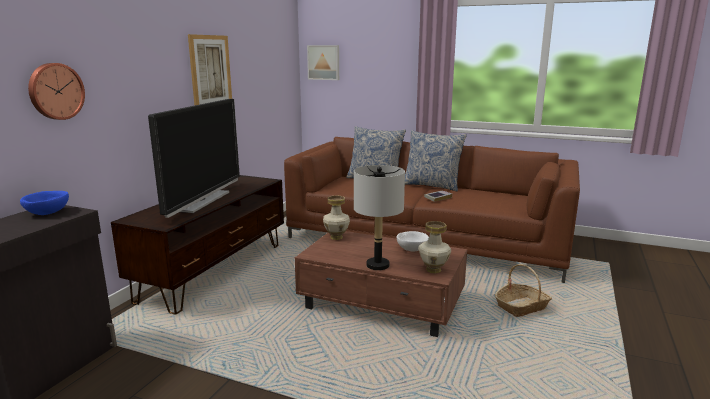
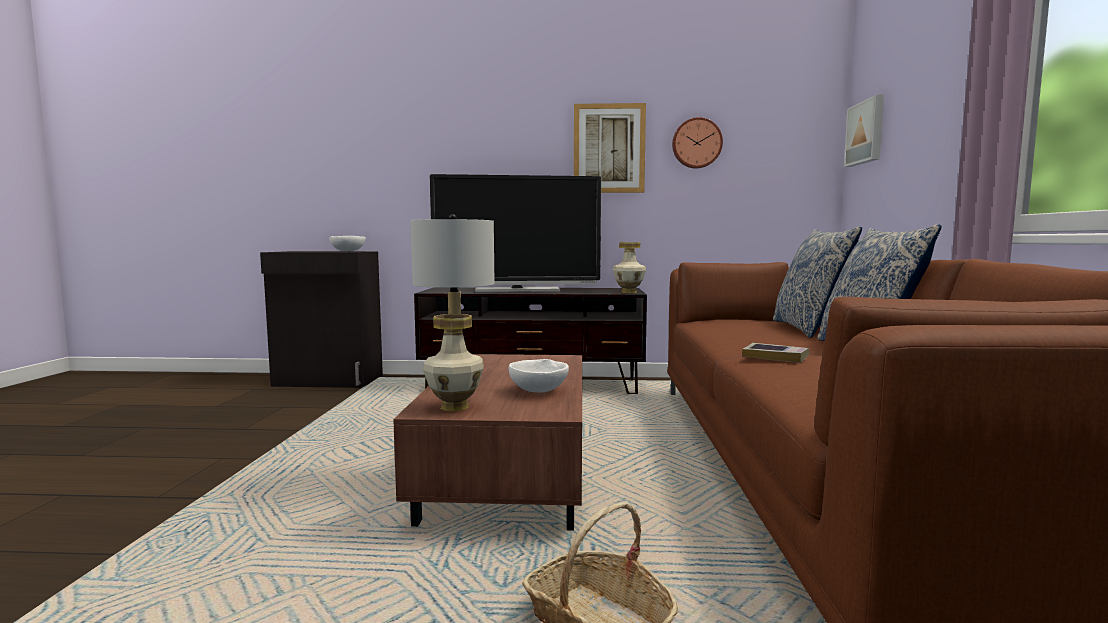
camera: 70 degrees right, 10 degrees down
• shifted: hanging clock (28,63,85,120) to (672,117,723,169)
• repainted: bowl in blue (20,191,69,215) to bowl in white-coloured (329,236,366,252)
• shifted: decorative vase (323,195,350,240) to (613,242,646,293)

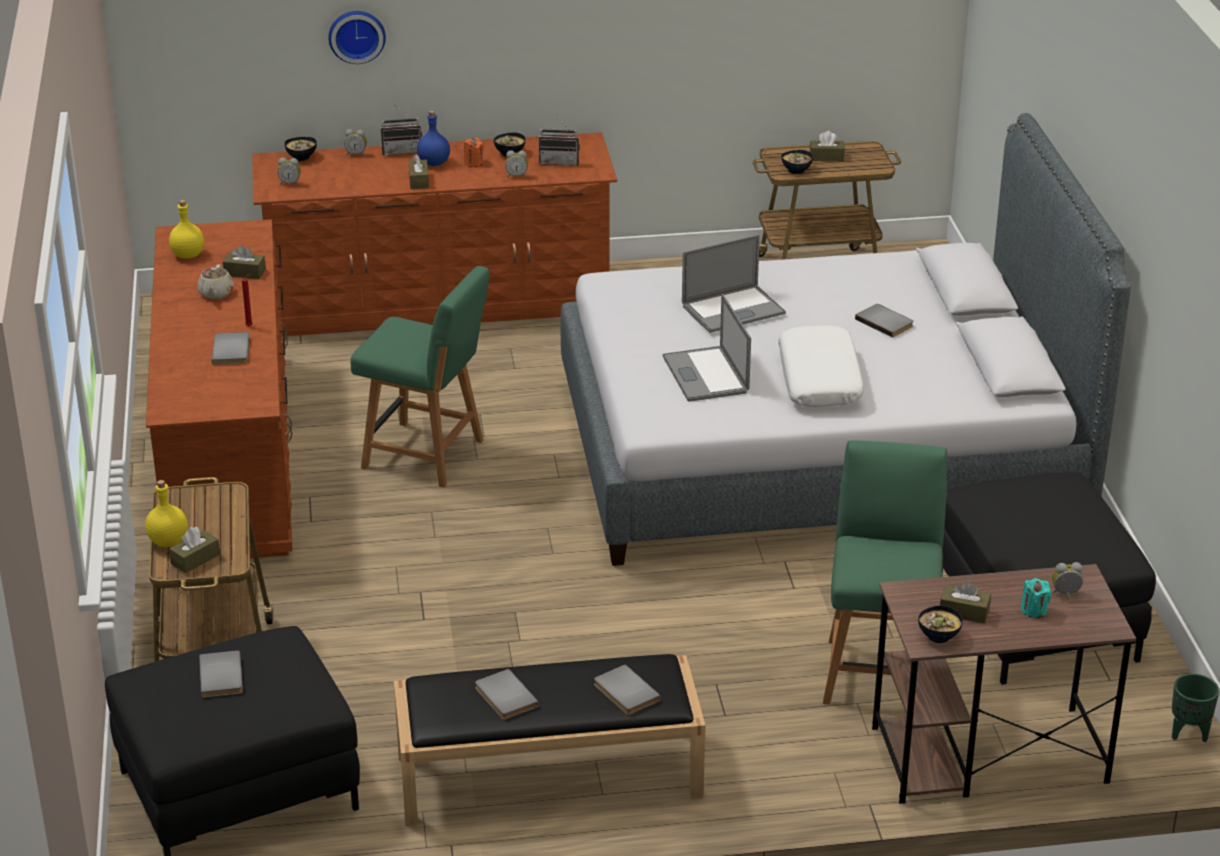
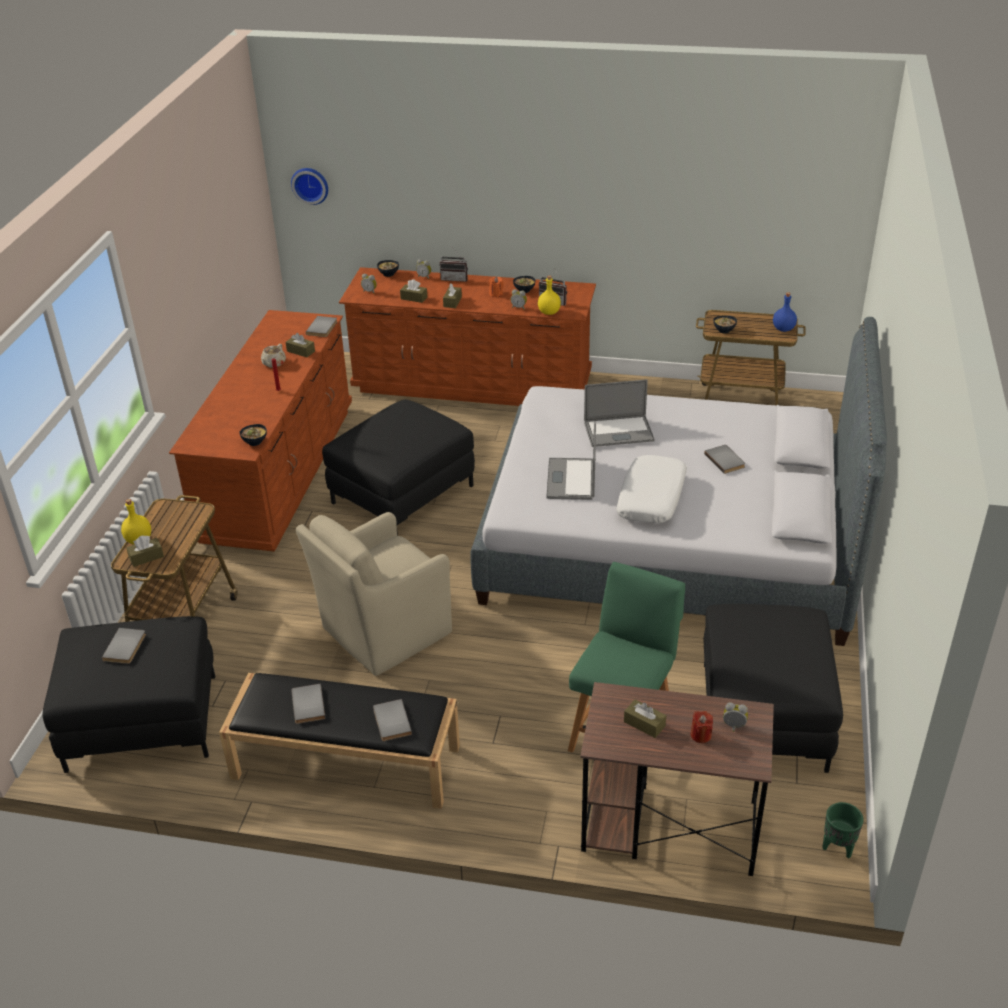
camera: 20 degrees right, 5 degrees up
• shifted: hanging clock (328,11,386,64) to (291,168,328,205)
• shifted: beverage bottle in blue (417,111,450,166) to (773,292,797,332)
• shifted: box of tissues in brown-coloured (810,131,845,162) to (400,279,427,303)
• shifted: beverage bottle in yellow-coloured (169,200,204,259) to (538,275,561,315)
• swapped: plain chair in greenish (350,266,489,488) to footrest in black (322,399,475,536)
• shifted: book in greyish (212,332,250,365) to (306,316,337,337)
• repainted: candle in turquoise (1021,578,1051,618) to candle in reddish (691,711,713,743)
• shifted: bowl (918,605,963,643) to (240,424,267,446)
• new: lounge chair in sand-coloured (296,512,452,676)

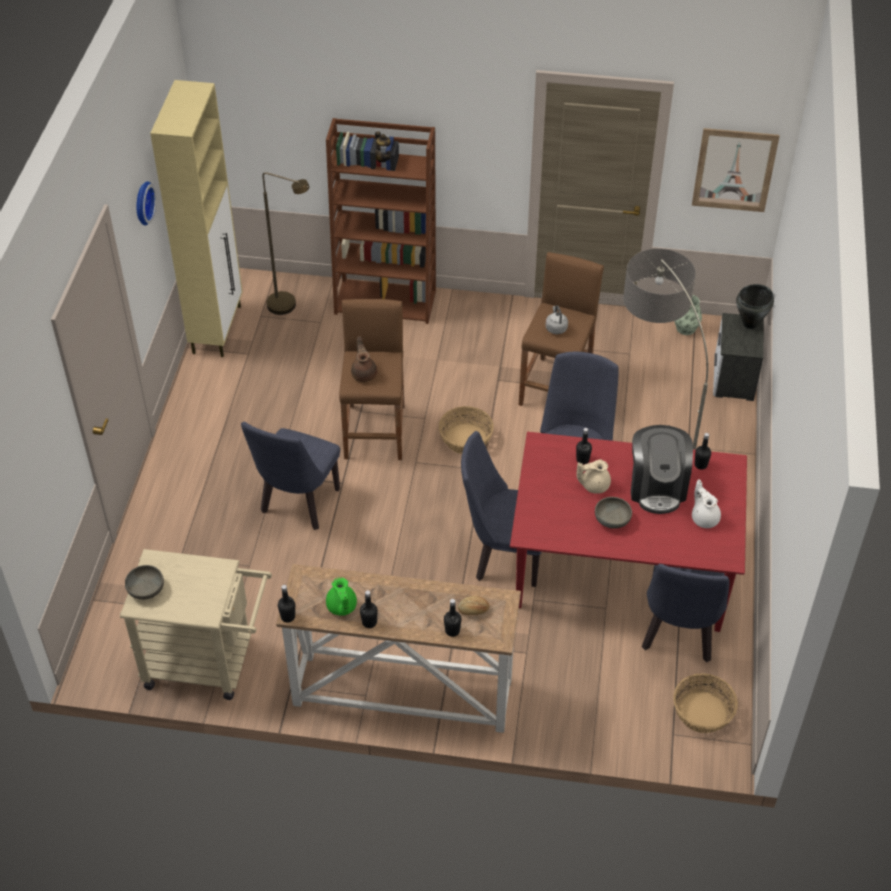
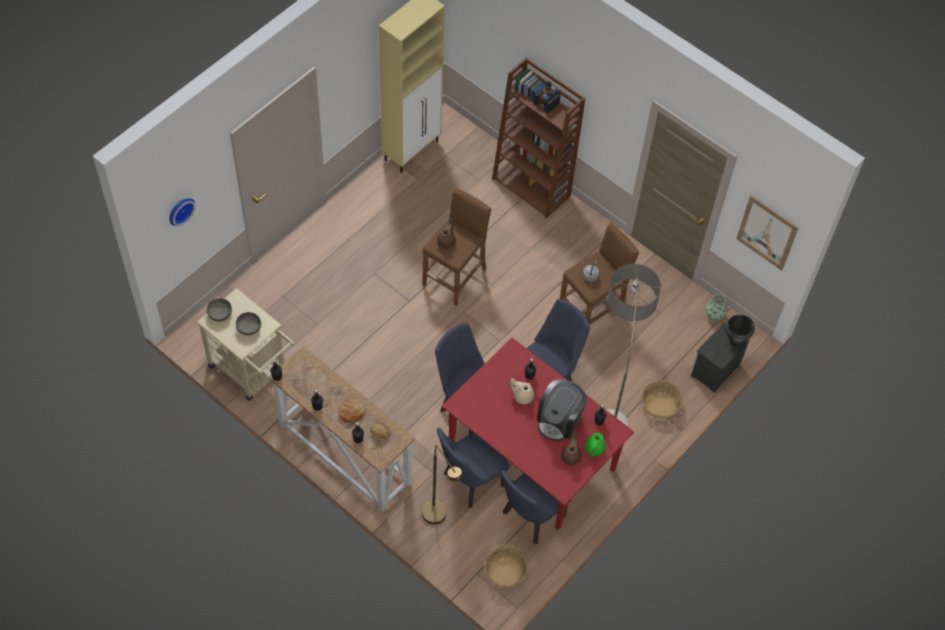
camera: 30 degrees right, 10 degrees up
• shifted: standard lamp in brown-coloured (263,172,309,315) to (422,445,462,524)
• shifted: hanging clock (137,181,156,226) to (170,198,196,226)
• shifted: storage basket (439,406,494,454) to (641,380,683,419)
• shifted: plain chair in blue (241,422,340,530) to (437,428,510,508)
• repainted: teapot in white-coloured (692,479,721,528) to teapot in brown-coloured (561,431,582,466)
• shifted: bowl in greyish (595,497,632,529) to (236,312,261,335)
• shifted: teapot in greenish (326,577,357,616) to (585,432,605,457)
• new: bread (338,399,365,423)

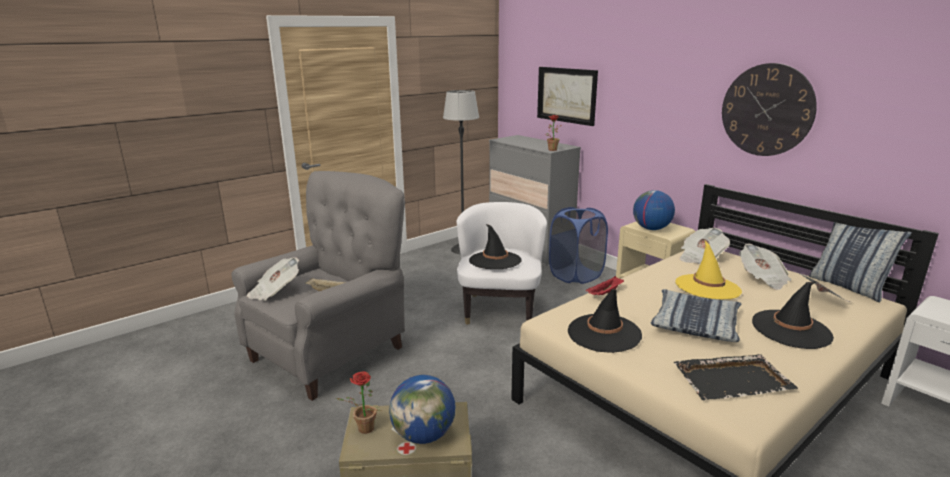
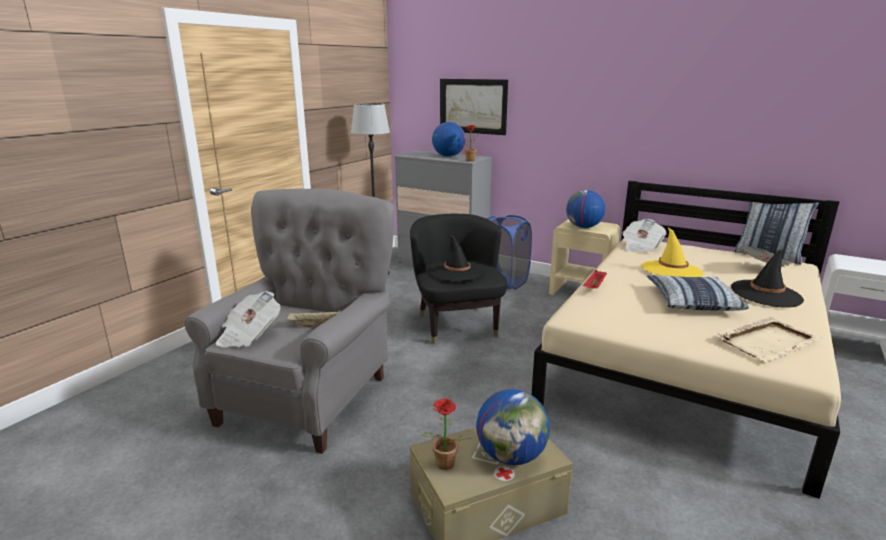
camera: 20 degrees left, 0 degrees up
• gone: hanging clock (722,63,817,156)
• repainted: lounge chair in white-coloured (457,202,547,325) to lounge chair in black (410,214,507,344)
• gone: daily paper (739,244,792,290)
• gone: hat in black (568,289,642,353)
• repainted: tray in black (674,354,798,400) to tray in sand-coloured (714,317,822,362)
• new: desk globe (432,122,466,157)

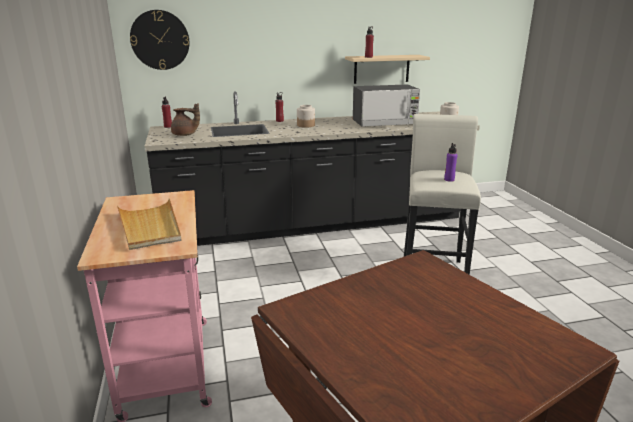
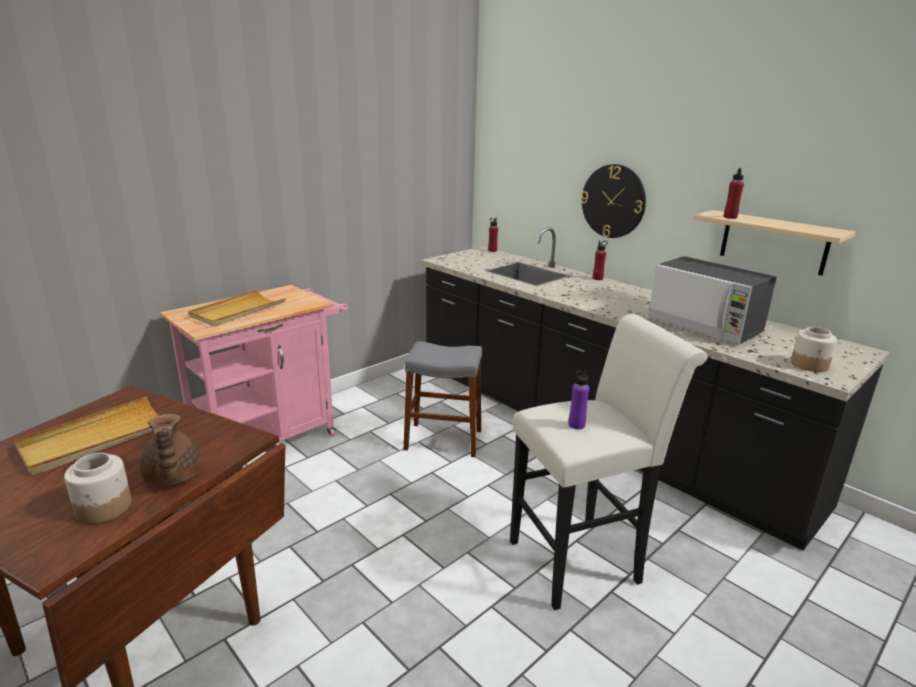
camera: 60 degrees right, 0 degrees up
• shifted: hanging clock (130,10,189,70) to (581,164,646,238)
• shifted: teapot in brown-coloured (171,103,200,136) to (140,414,202,486)
• shifted: storage jar (297,105,315,128) to (64,453,132,524)
• new: sitting stool in greyish (404,341,482,457)
• new: tray in sand-coloured (14,396,159,475)

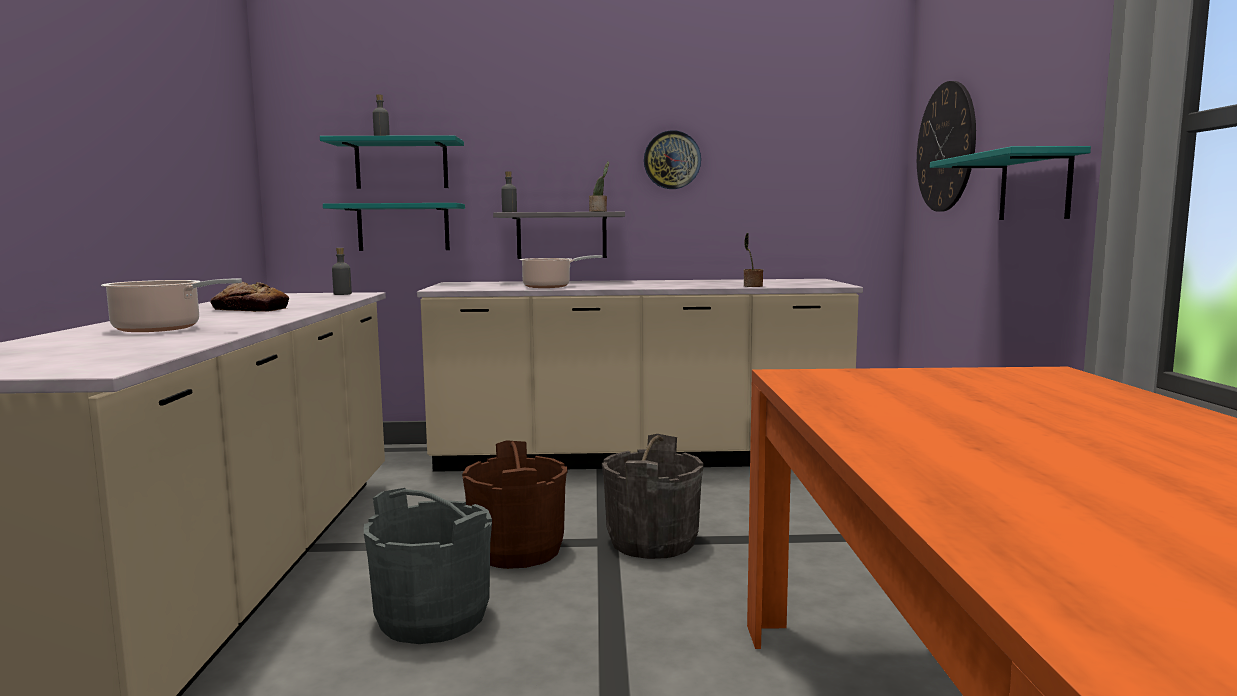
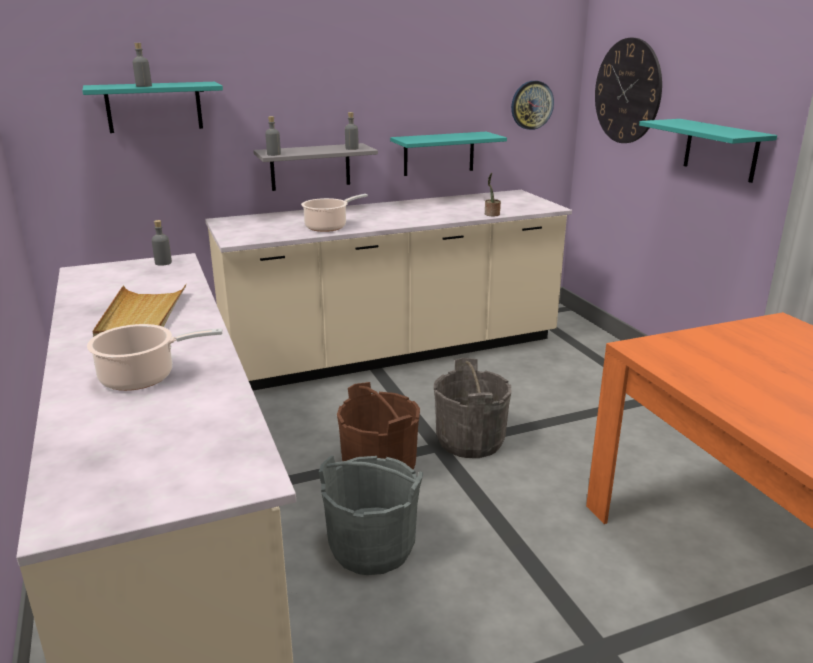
camera: 20 degrees left, 15 degrees up
• shifted: hanging clock (644,130,701,189) to (511,81,554,130)
• swapped: houseplant (589,161,609,212) to beverage bottle in greyish (345,112,359,150)
• shifted: shelf in turquoise (323,203,465,251) to (390,132,507,176)
• swapped: bread (210,282,289,312) to tray in sand-coloured (93,284,186,337)

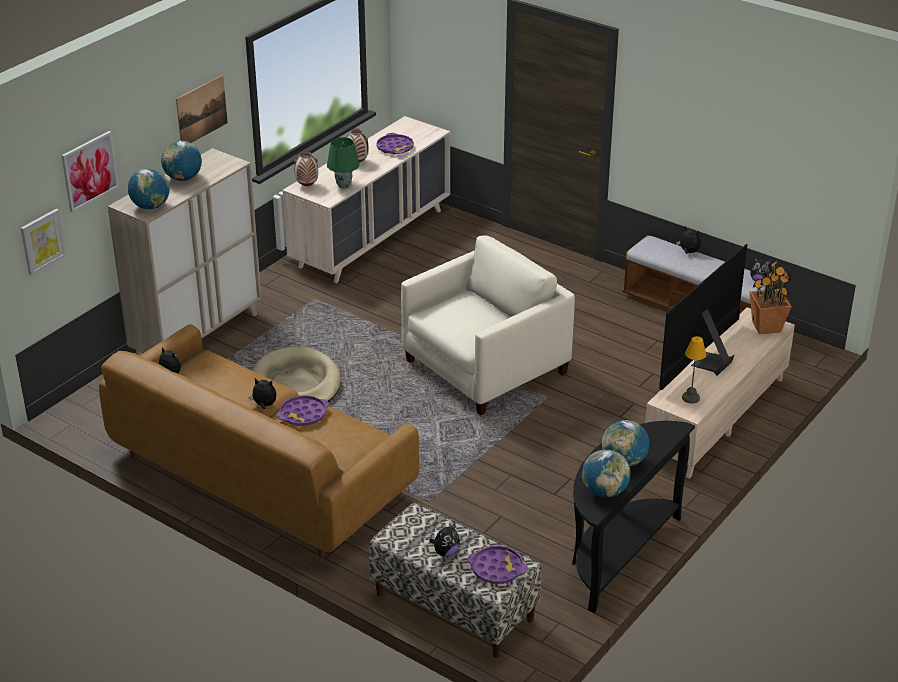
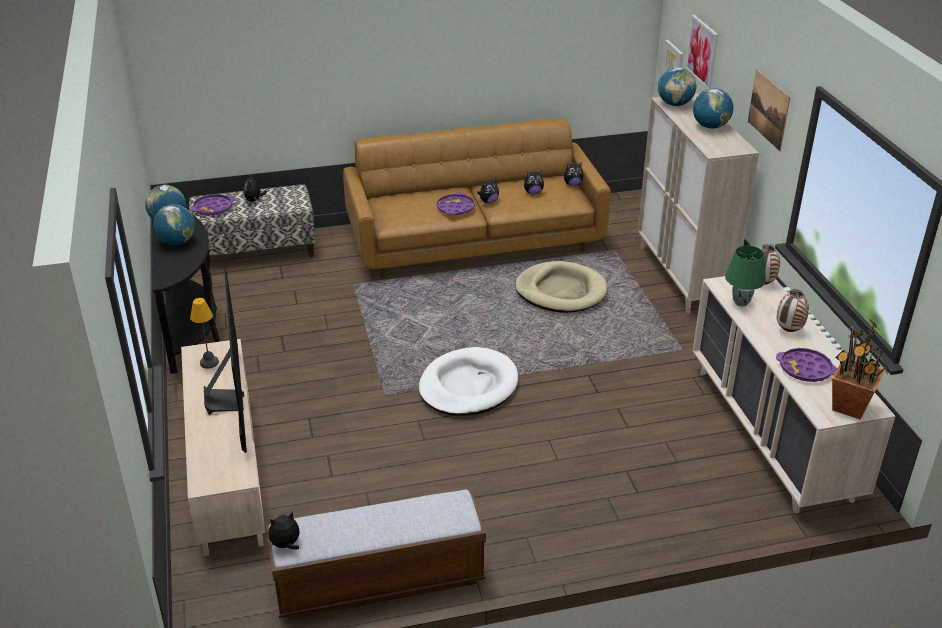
camera: 130 degrees right, 0 degrees up
• shifted: soft toy (676,226,701,254) to (524,171,544,195)
• swapped: lounge chair in sand-coloured (401,235,575,415) to dog bed in white-coloured (419,347,518,416)
• shifted: houseplant (749,259,792,334) to (832,318,888,420)

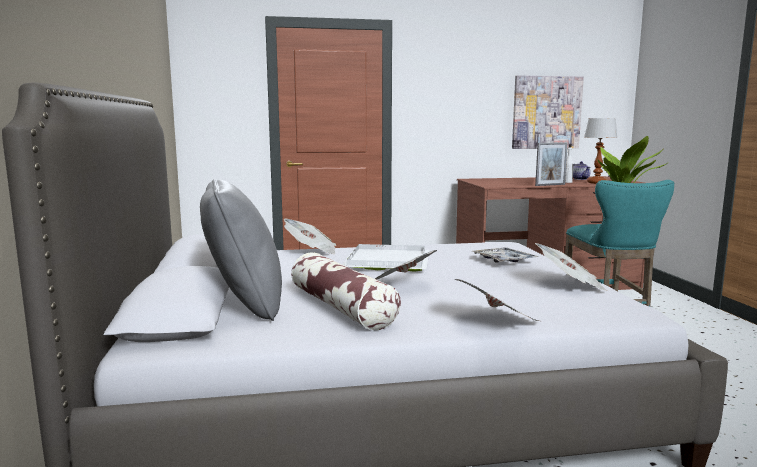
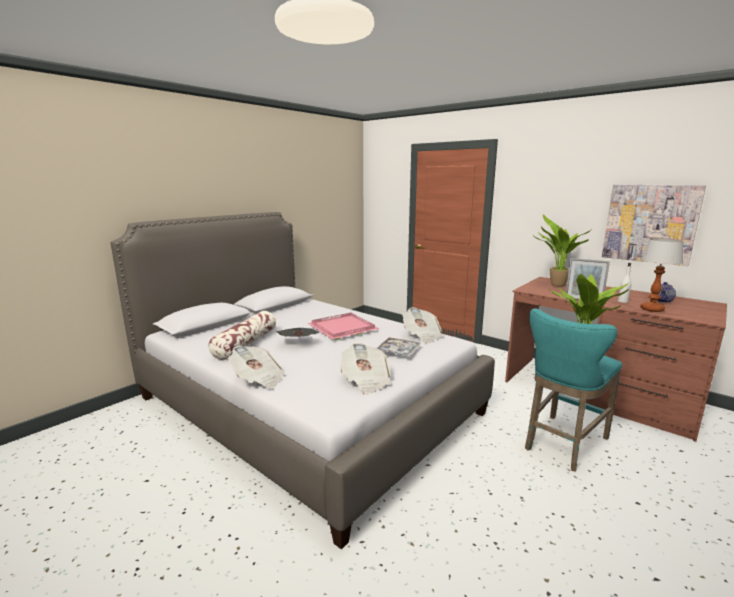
camera: 50 degrees right, 5 degrees up
• gone: throw pillow in greyish (200,179,282,321)
• shifted: daily paper (284,219,336,254) to (402,307,443,344)
• repainted: tray in white-coloured (342,244,430,272) to tray in pink-coloured (308,313,379,340)
• new: houseplant (534,214,593,287)

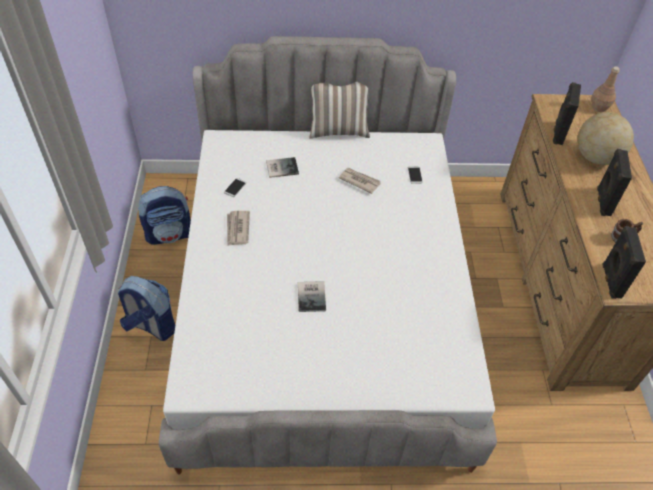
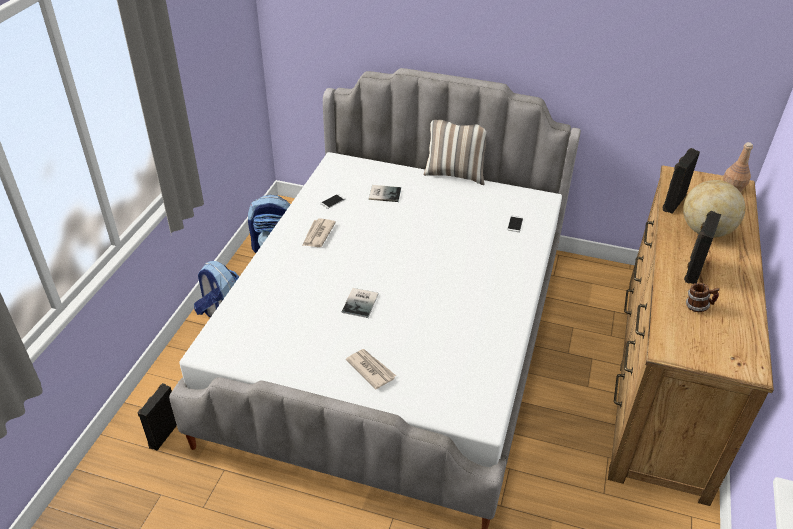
camera: 20 degrees right, 10 degrees down
• shifted: daily paper (339,168,381,194) to (346,349,396,390)
• shifted: speaker in black (602,226,646,299) to (137,383,177,450)

